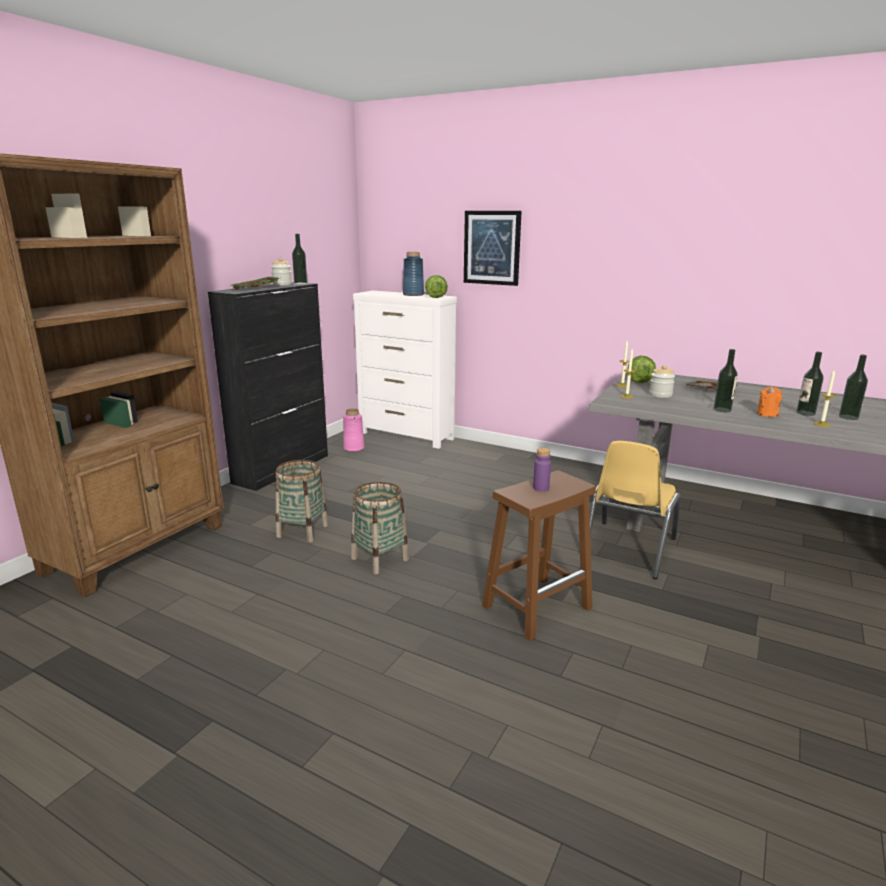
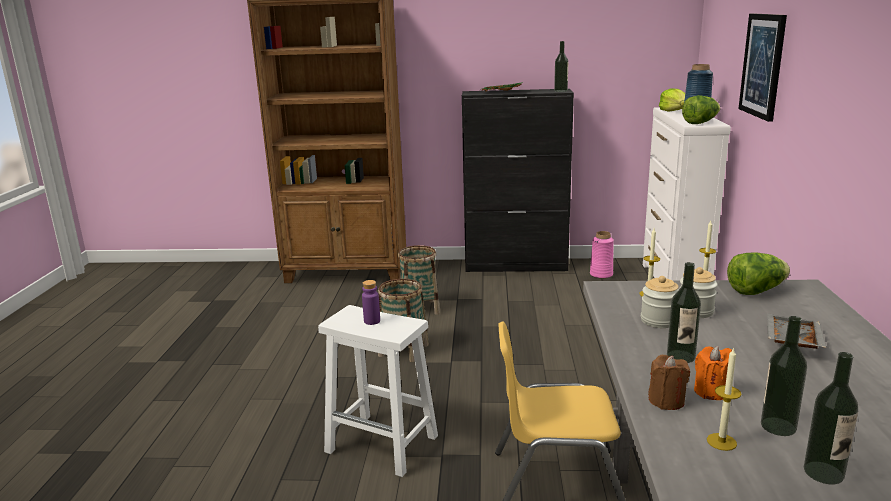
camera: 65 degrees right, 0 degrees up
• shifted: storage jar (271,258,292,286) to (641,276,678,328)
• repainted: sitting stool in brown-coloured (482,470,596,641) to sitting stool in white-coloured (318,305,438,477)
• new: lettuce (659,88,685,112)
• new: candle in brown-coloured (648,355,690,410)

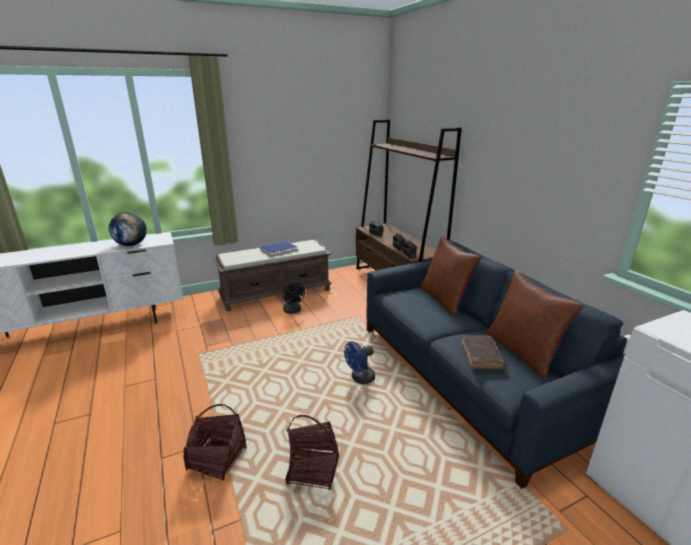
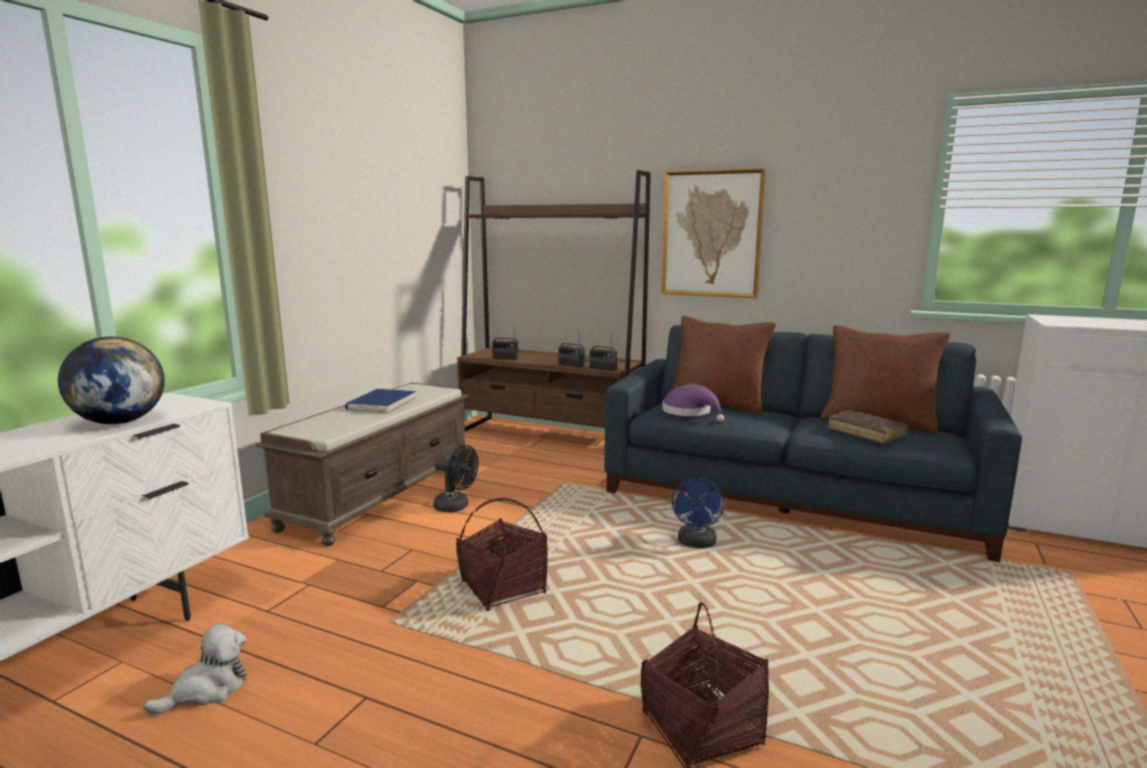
camera: 40 degrees left, 10 degrees down
• shifted: storage basket (285,415,339,491) to (456,498,548,611)
• new: wall picture (661,168,766,298)
• new: hat in purple (662,384,724,422)
• new: soft toy (143,623,246,714)

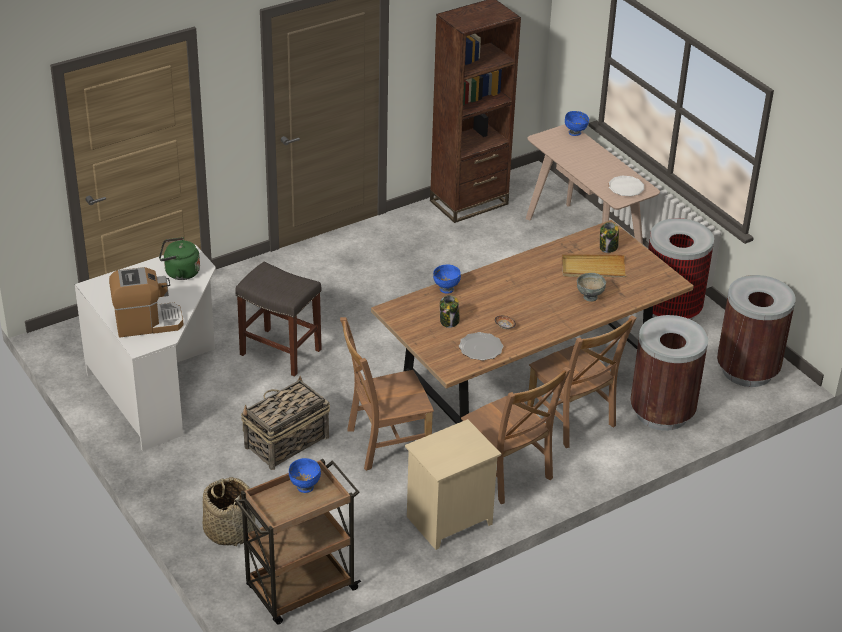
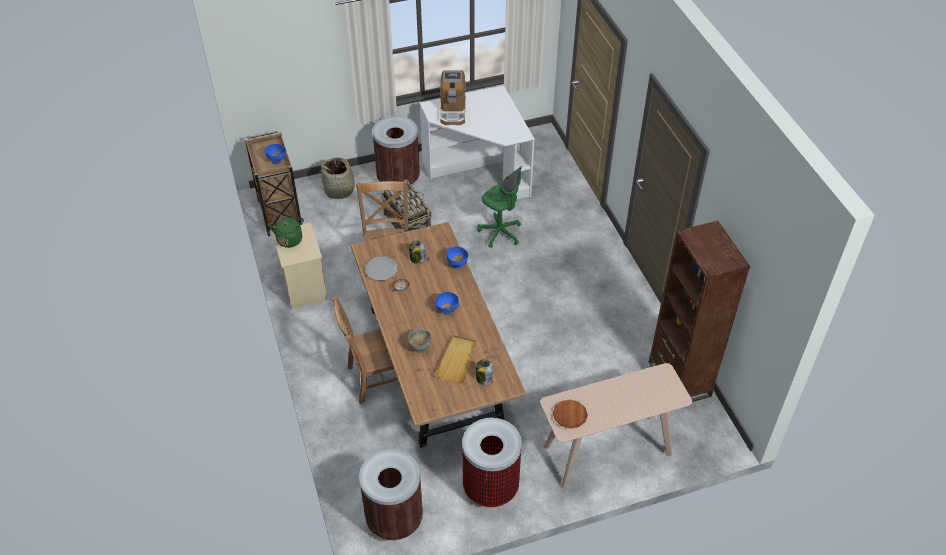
camera: 105 degrees right, 10 degrees up
• shifted: bowl in blue (565,111,589,136) to (435,292,459,315)
• repainted: plate in white-coloured (609,176,644,196) to plate in brown-coloured (553,400,588,429)
• shifted: water kettle in greenish (159,237,200,280) to (270,214,304,248)
• swapped: sitting stool in greyish (235,262,322,377) to computer chair in greenish (477,166,522,248)
• shifted: trash can in brown-coloured (630,315,708,431) to (372,116,420,186)
• gone: plain chair in brown-coloured (461,367,571,504)

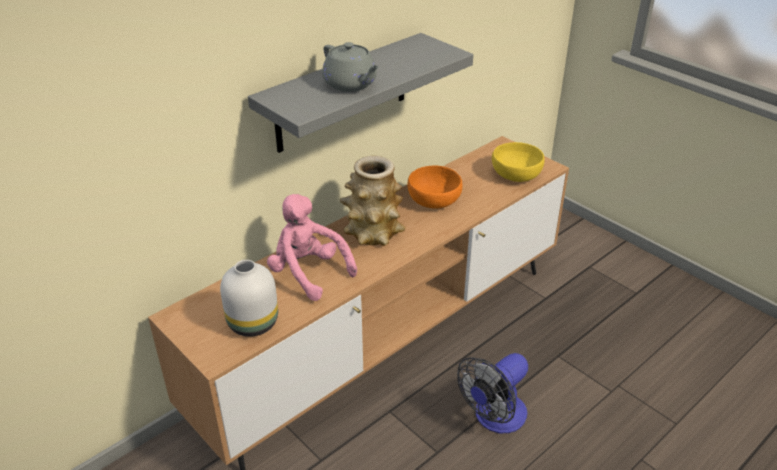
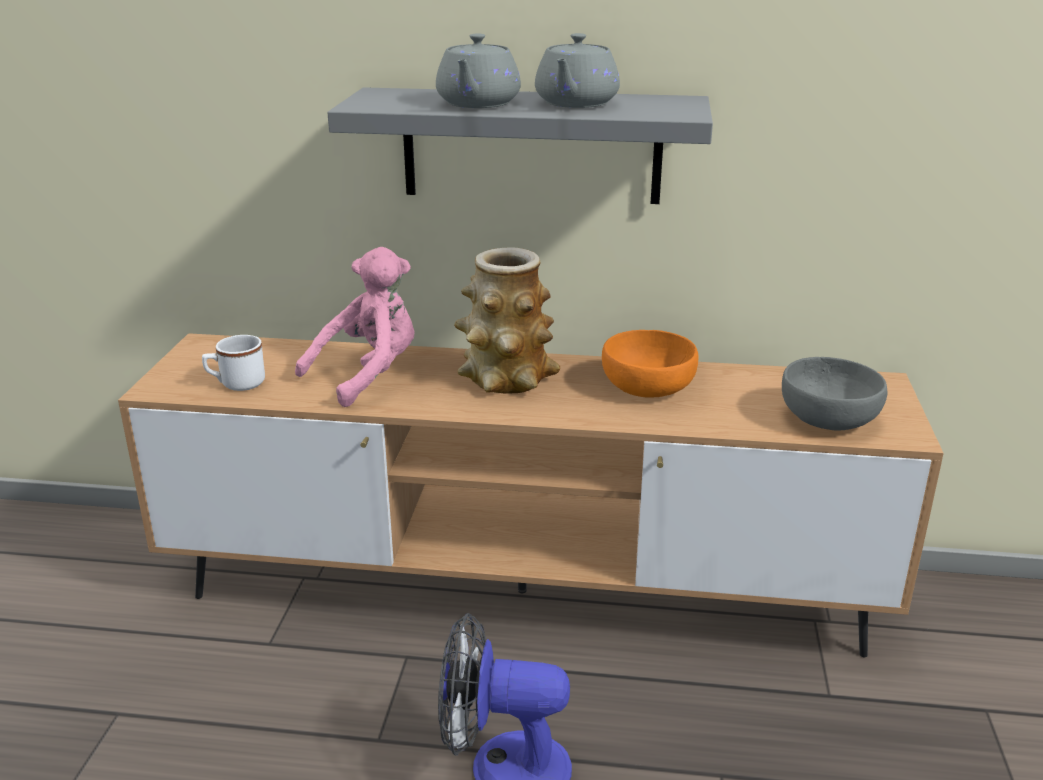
camera: 50 degrees right, 10 degrees down
• repainted: bowl in yellow-coloured (492,142,545,182) to bowl in greyish (782,357,887,430)
• rotated: soft toy in pink-coloured (267,194,357,301) = (295,247,414,407) 45 degrees clockwise
• swapped: decorative vase in white-coloured (220,260,278,337) to tea mug in white-coloured (202,335,265,391)
• new: teapot in greyish (535,33,620,108)

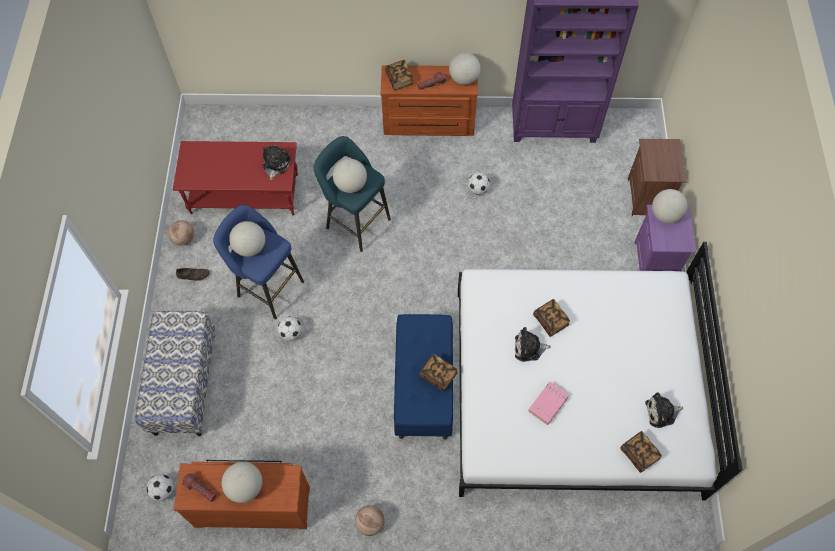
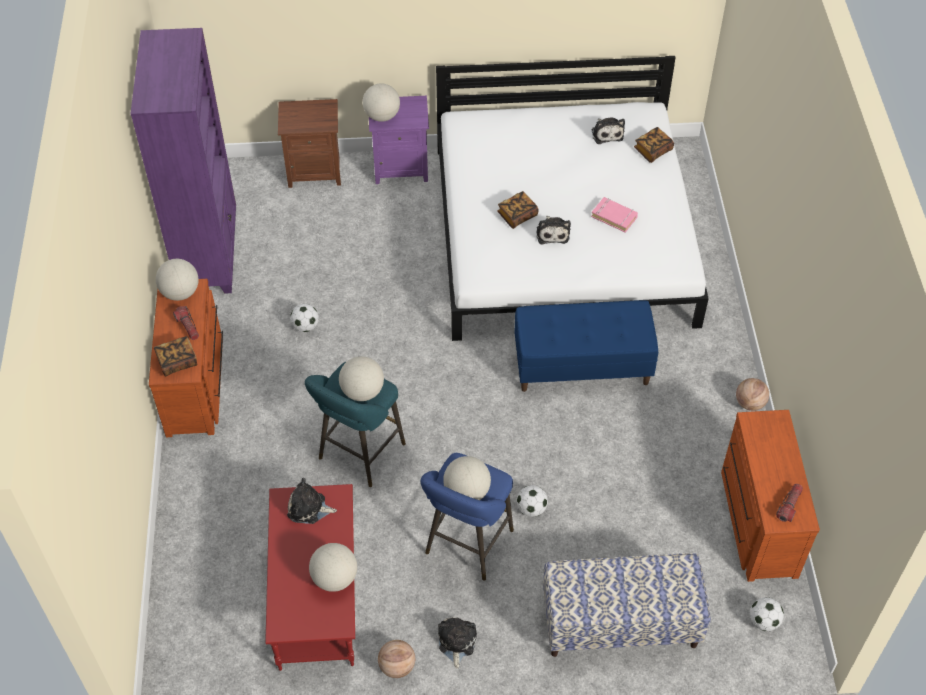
camera: 95 degrees left, 10 degrees down
• swapped: low shoe in brown-coloured (176,268,209,281) to soft toy (438,617,477,669)
• gone: book (419,354,458,392)
• shifted: desk globe (222,462,262,503) to (309,543,357,592)

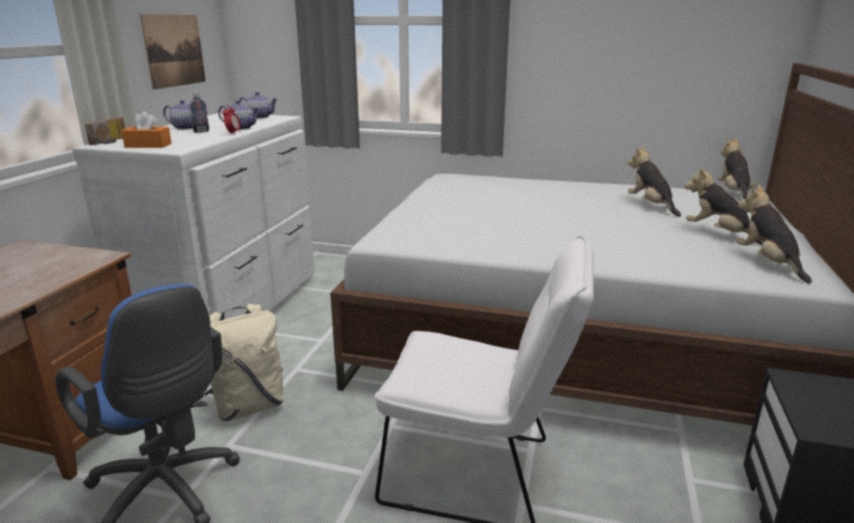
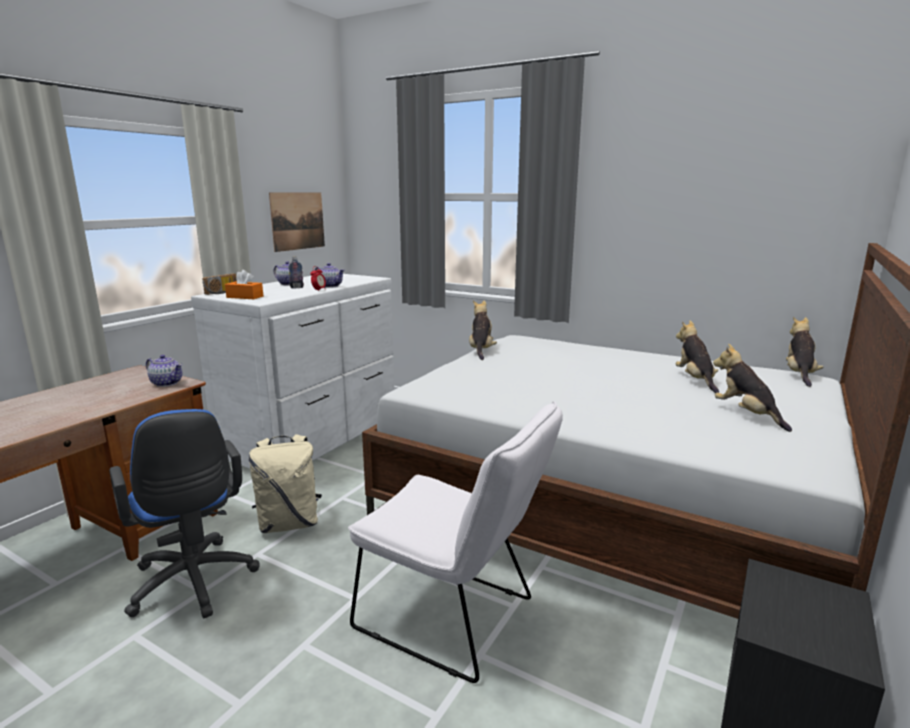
camera: 15 degrees right, 5 degrees down
• shifted: teapot (239,92,278,119) to (146,355,182,387)
• shifted: soft toy (737,184,812,284) to (469,300,497,360)

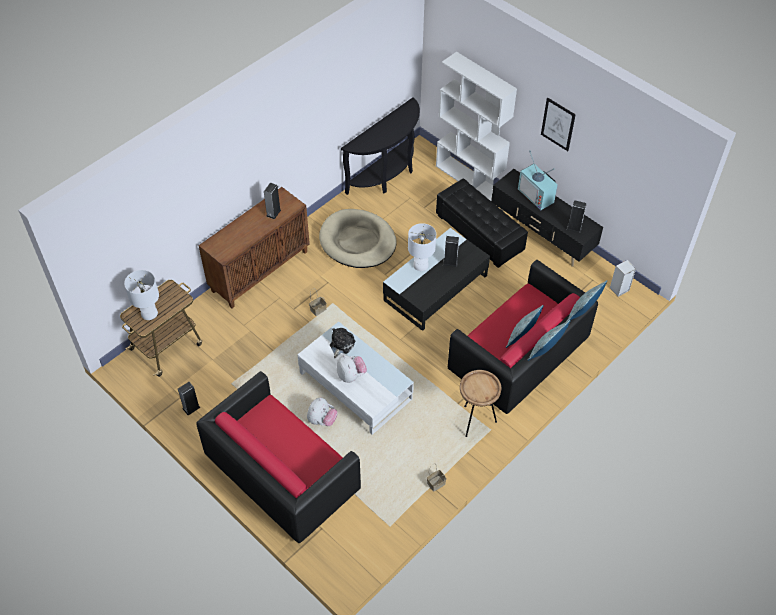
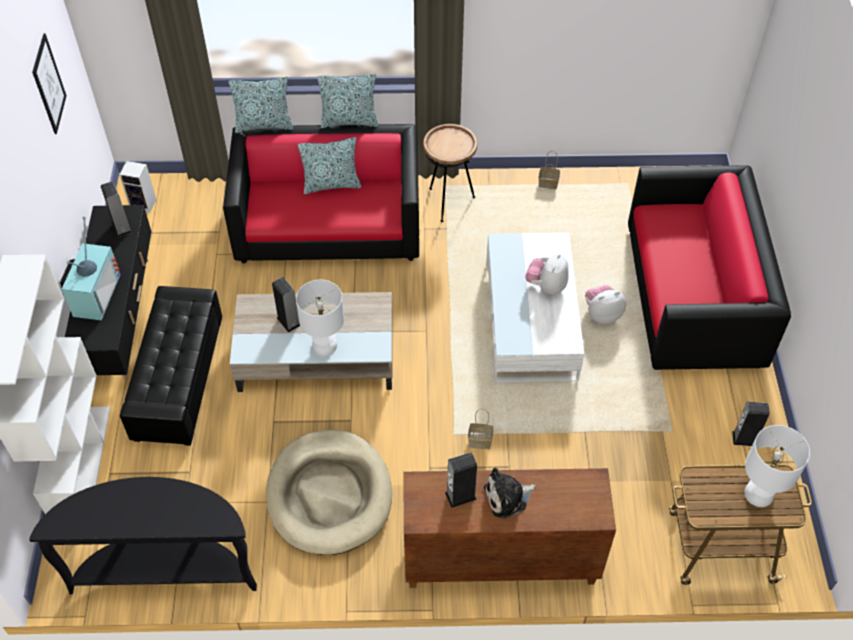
camera: 135 degrees left, 0 degrees up
• shifted: wall picture (541,97,576,151) to (32,33,67,134)
• repainted: lounge table in black (383,228,490,331) to lounge table in sand-coloured (230,292,392,392)
• shifted: soft toy (330,328,356,358) to (484,467,536,518)

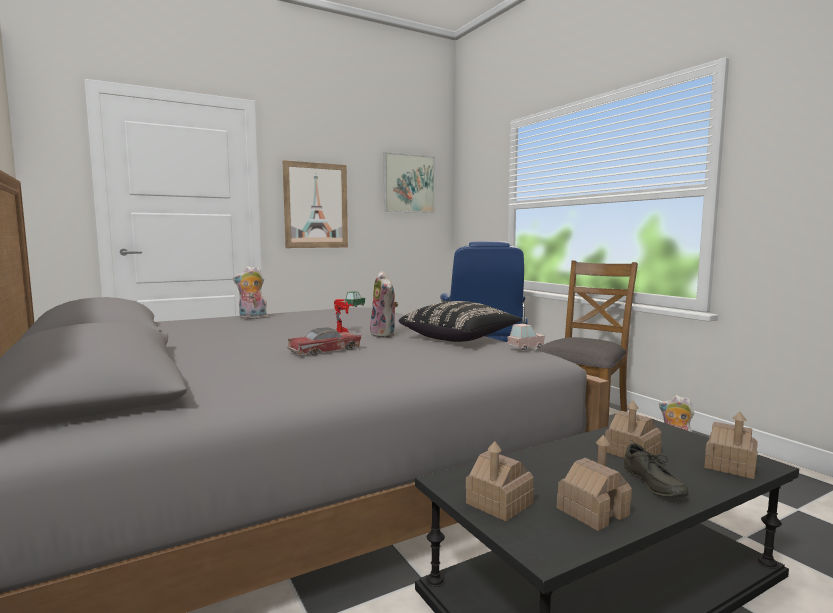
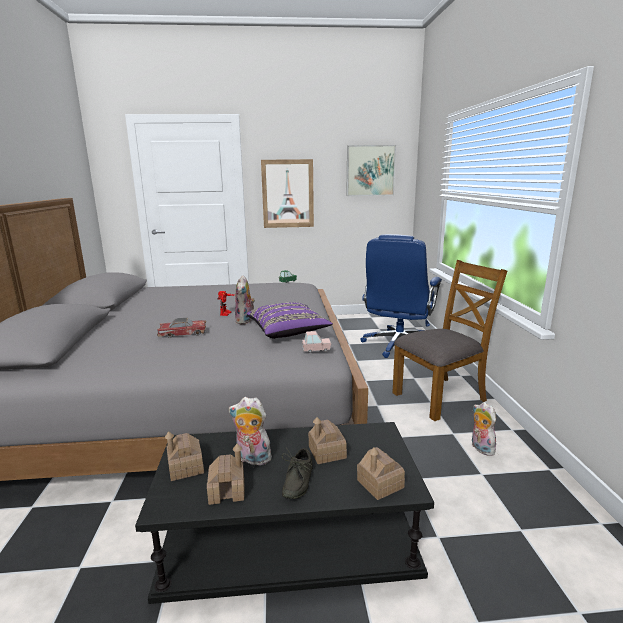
camera: 25 degrees right, 10 degrees up
• shifted: soft toy (233,266,269,319) to (229,397,272,465)
• repainted: throw pillow in black (399,301,522,342) to throw pillow in purple (247,303,333,339)

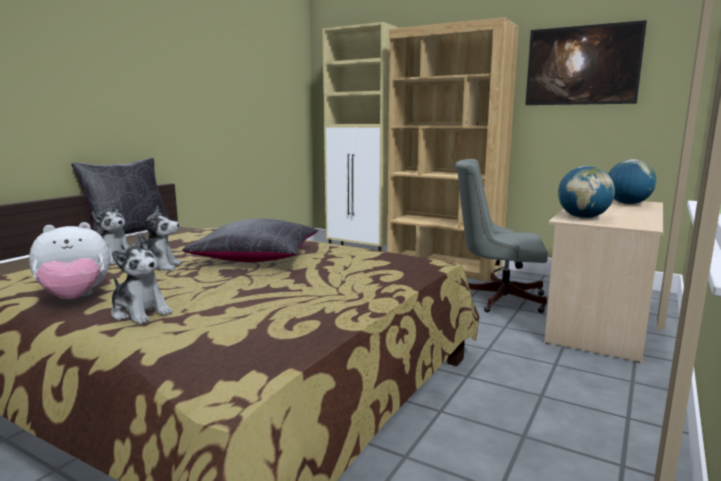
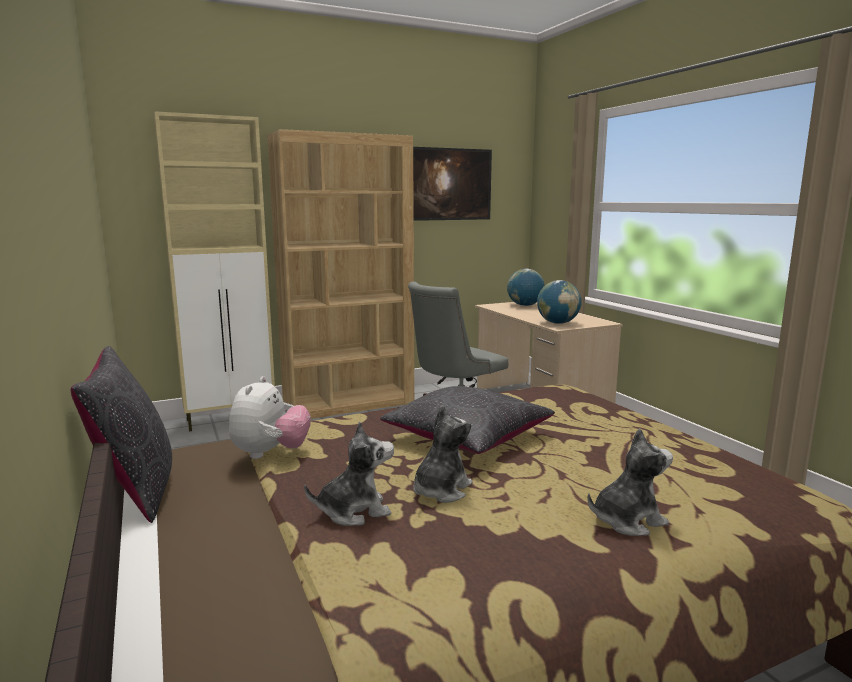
camera: 55 degrees left, 0 degrees up
• shifted: soft toy (29,222,110,299) to (229,376,311,459)

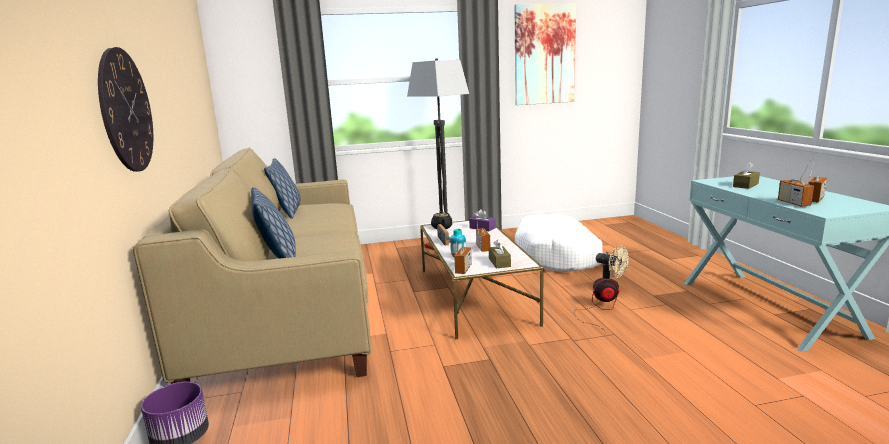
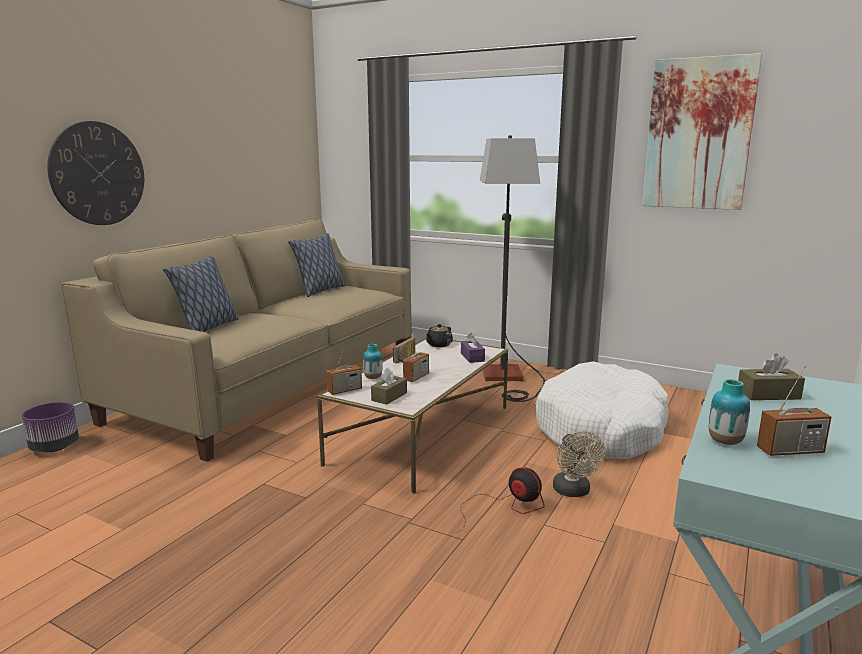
camera: 40 degrees right, 0 degrees up
• swapped: radio (778,160,814,207) to decorative vase (709,379,750,445)

